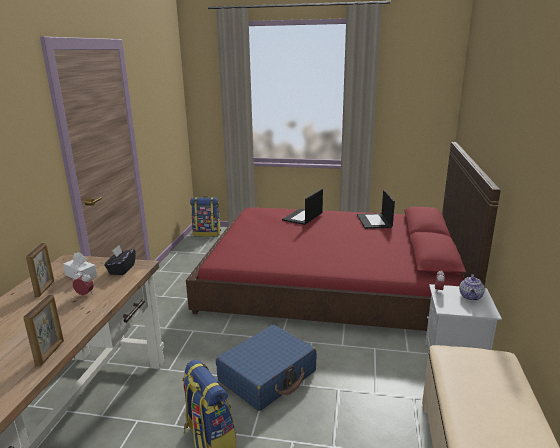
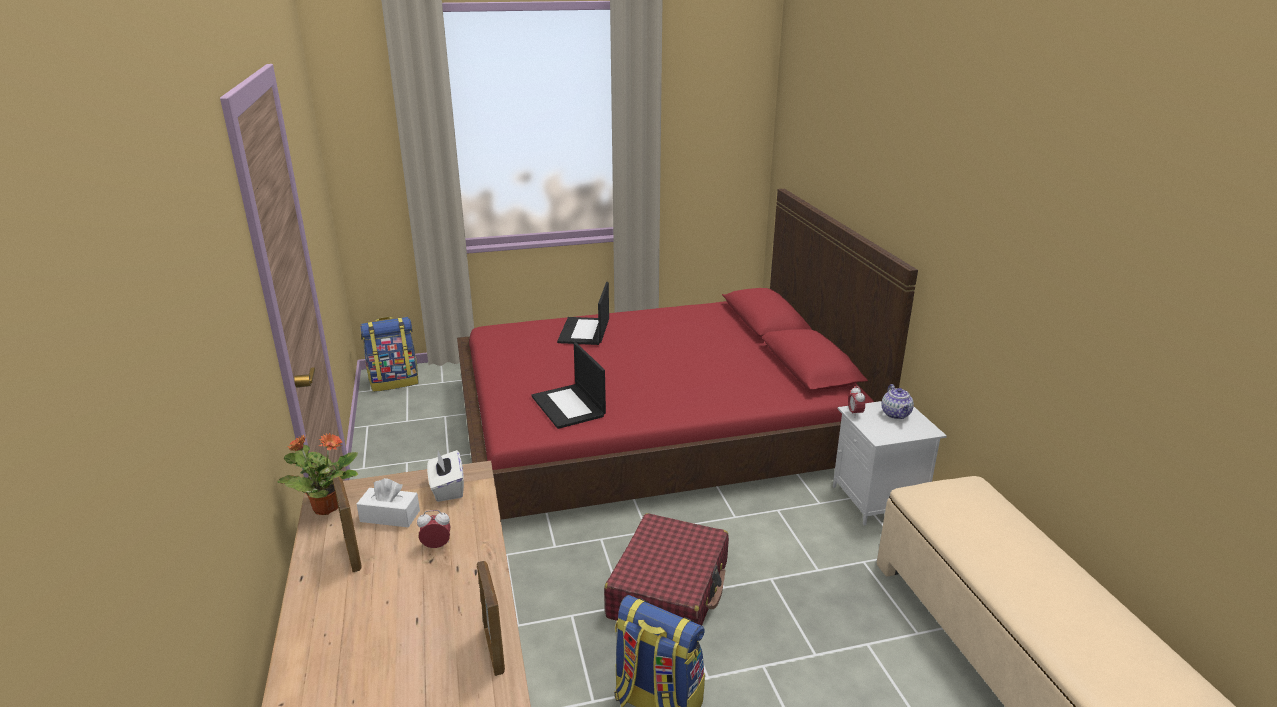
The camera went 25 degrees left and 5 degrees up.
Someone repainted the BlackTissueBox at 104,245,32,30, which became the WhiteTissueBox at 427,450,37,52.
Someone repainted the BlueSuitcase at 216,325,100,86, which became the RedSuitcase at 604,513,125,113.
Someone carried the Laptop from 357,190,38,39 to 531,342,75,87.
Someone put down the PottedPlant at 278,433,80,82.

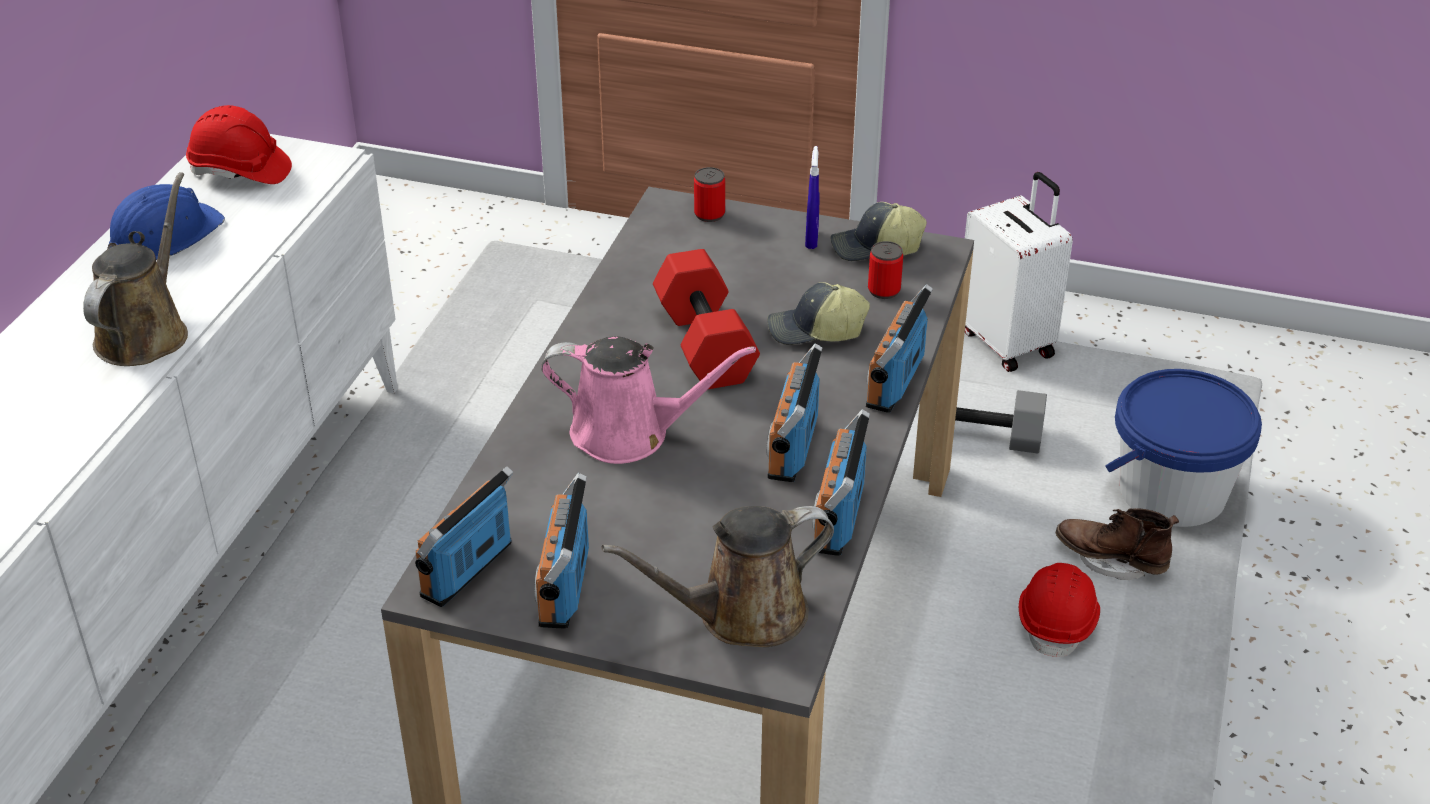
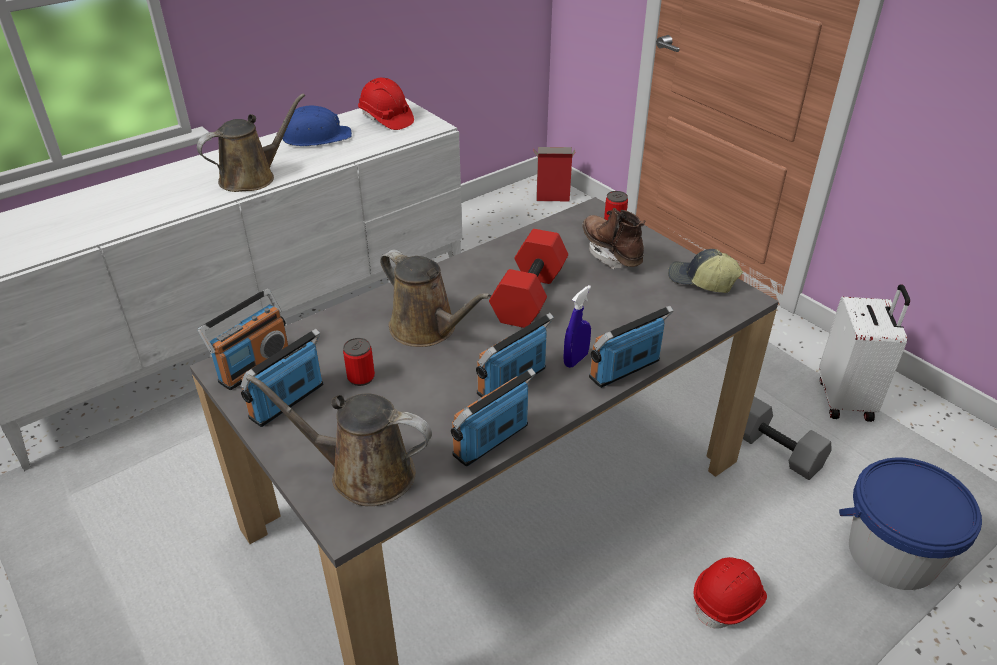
The camera went 35 degrees right and 0 degrees up.
Someone rotated the Radio at 415,466,99,141 by 150 degrees clockwise.
Someone repainted the PinkWateringCan at 541,336,215,128, which became the BrownWateringCan at 380,250,111,97.
Someone took away the Cap at 767,282,103,63.
Someone carried the BlueSprayBottle from 805,146,15,103 to 563,285,28,83.
Someone carried the Can from 868,241,35,58 to 343,338,32,48.
Someone carried the BrownBoot from 1056,508,123,72 to 582,208,63,61.
Someone put down the CardboardBox at 534,147,41,54.

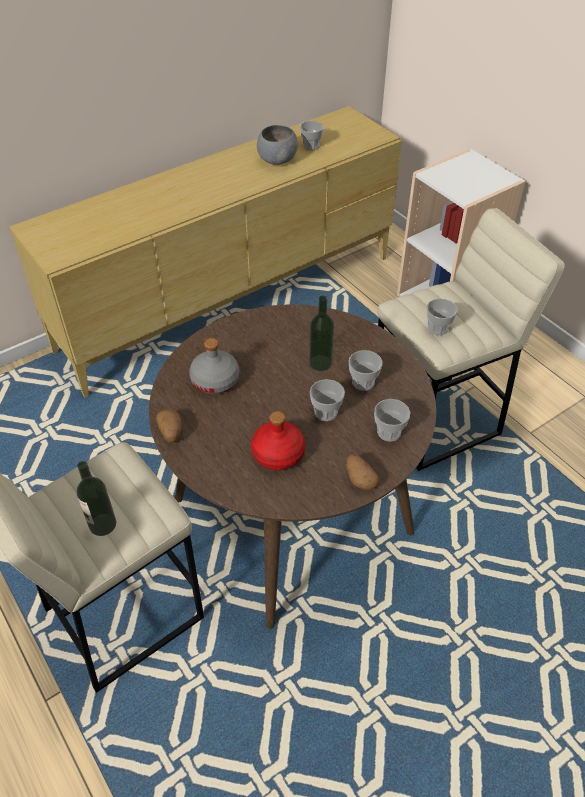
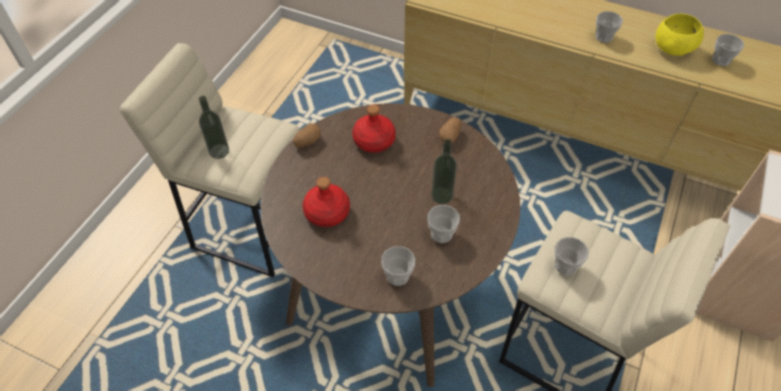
The camera went 60 degrees right and 5 degrees up.
Someone repainted the GreyBottle at 189,338,50,56, which became the RedBottle at 352,105,44,48.
Someone repainted the GreyBowl at 257,125,41,40, which became the YellowBowl at 655,14,49,42.
Someone carried the Cup from 310,379,35,42 to 595,11,28,32.
Someone carried the Potato from 346,454,34,36 to 439,117,23,27.

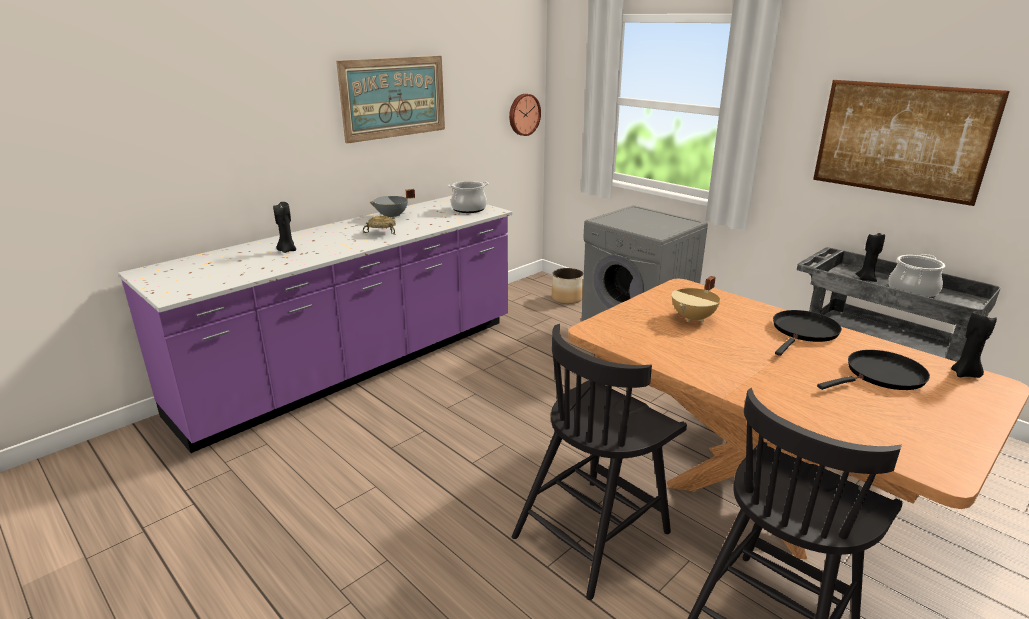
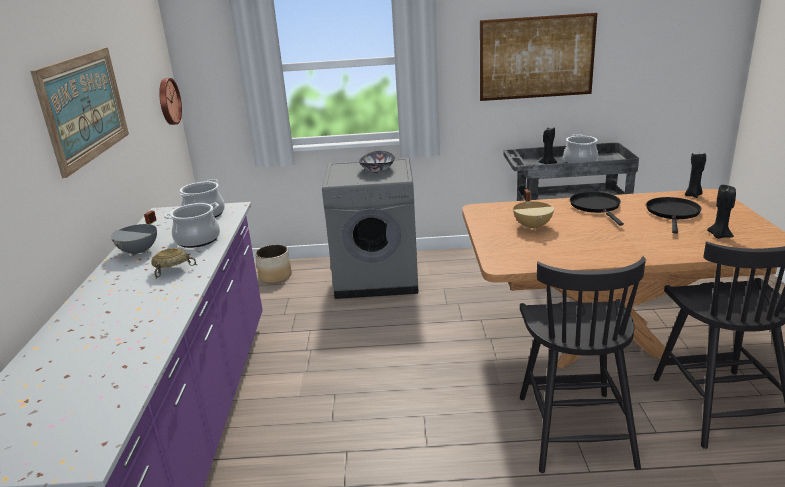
The camera went 45 degrees left and 0 degrees up.
Someone carried the BlackCandle from 273,202,23,51 to 707,185,29,54.
Someone put down the CookingPot at 164,202,56,46.
Someone put down the Bowl at 359,151,36,22.

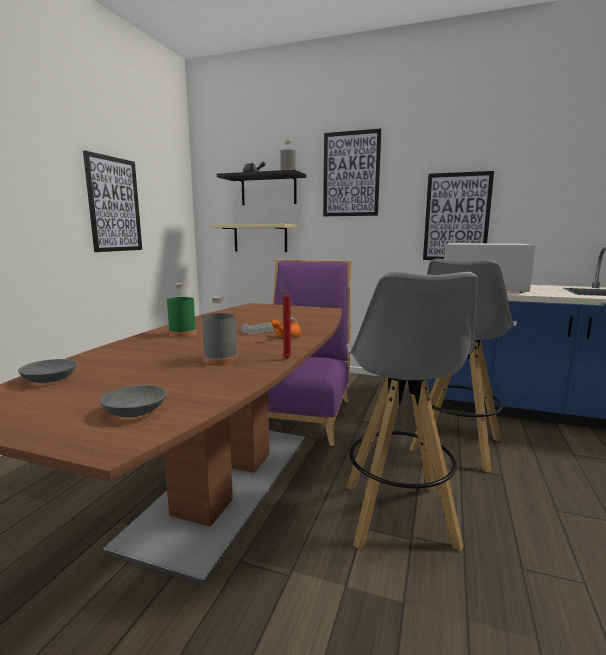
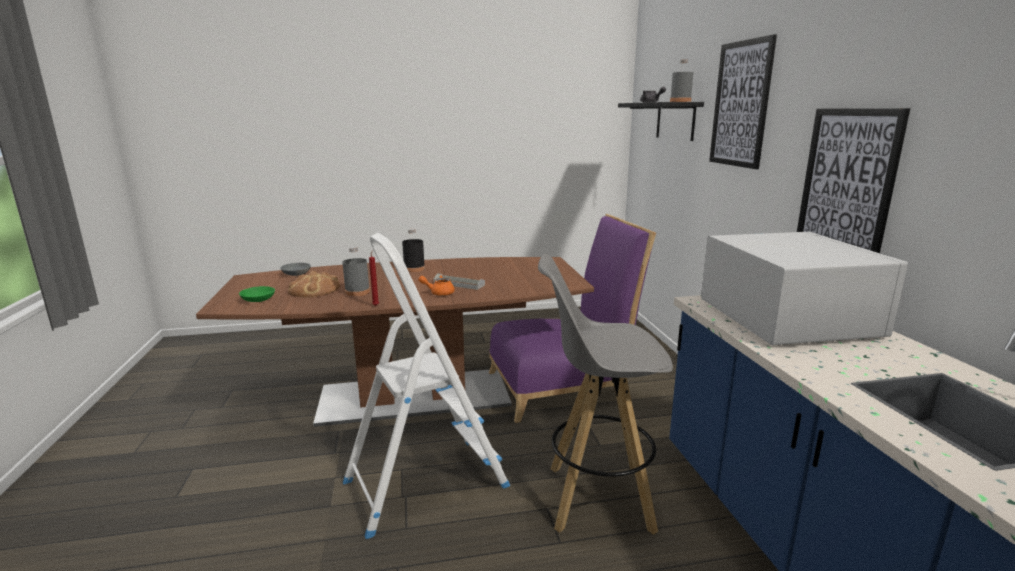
The camera went 60 degrees right and 5 degrees up.
Someone took away the Picture at 83,151,59,101.
Someone repainted the GreyBowl at 100,385,66,32, which became the GreenBowl at 239,286,36,16.
Someone repainted the GreenBottle at 167,283,29,54, which became the BlackBottle at 402,229,23,43.
Someone took away the BeigeShelf at 210,224,87,28.
Someone swapped the GreyStool at 346,272,133,279 for the WhiteStepLadder at 343,233,167,306.
Someone put down the Bread at 288,271,52,27.

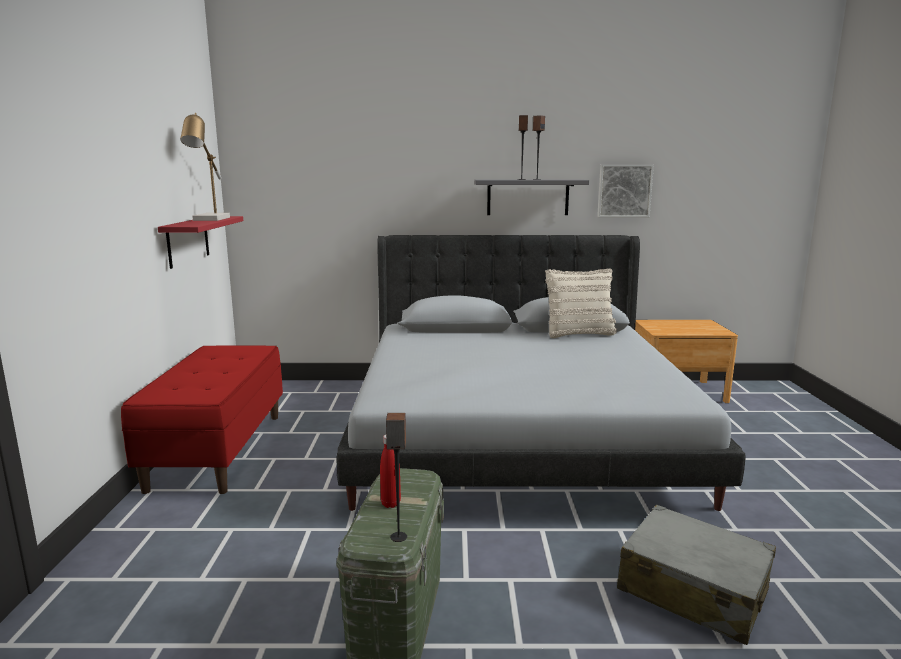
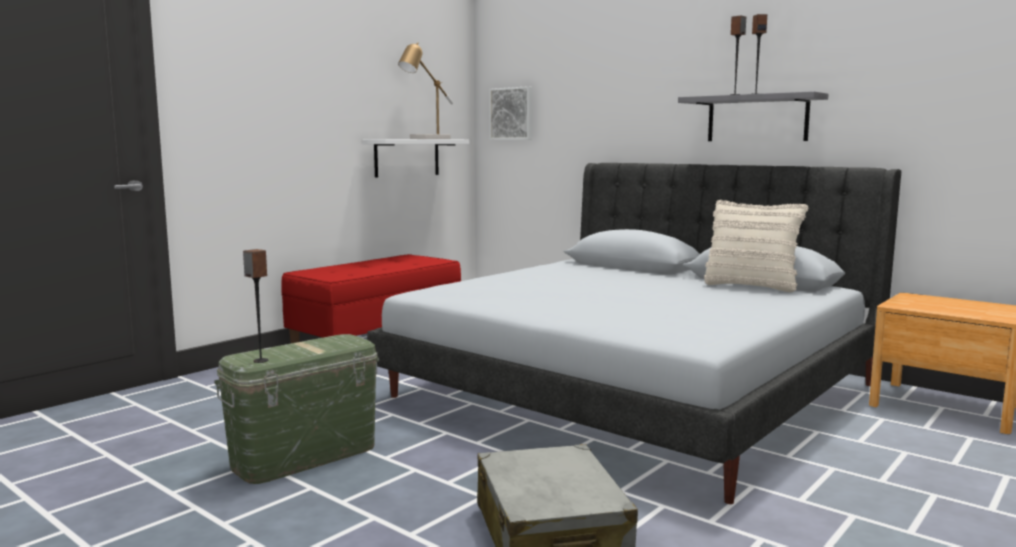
The camera went 40 degrees right and 5 degrees down.
Someone repainted the RedShelf at 158,216,85,53, which became the WhiteShelf at 363,139,106,39.
Someone took away the RedBottle at 380,435,21,73.
Someone carried the Picture from 597,165,57,52 to 489,86,43,54.

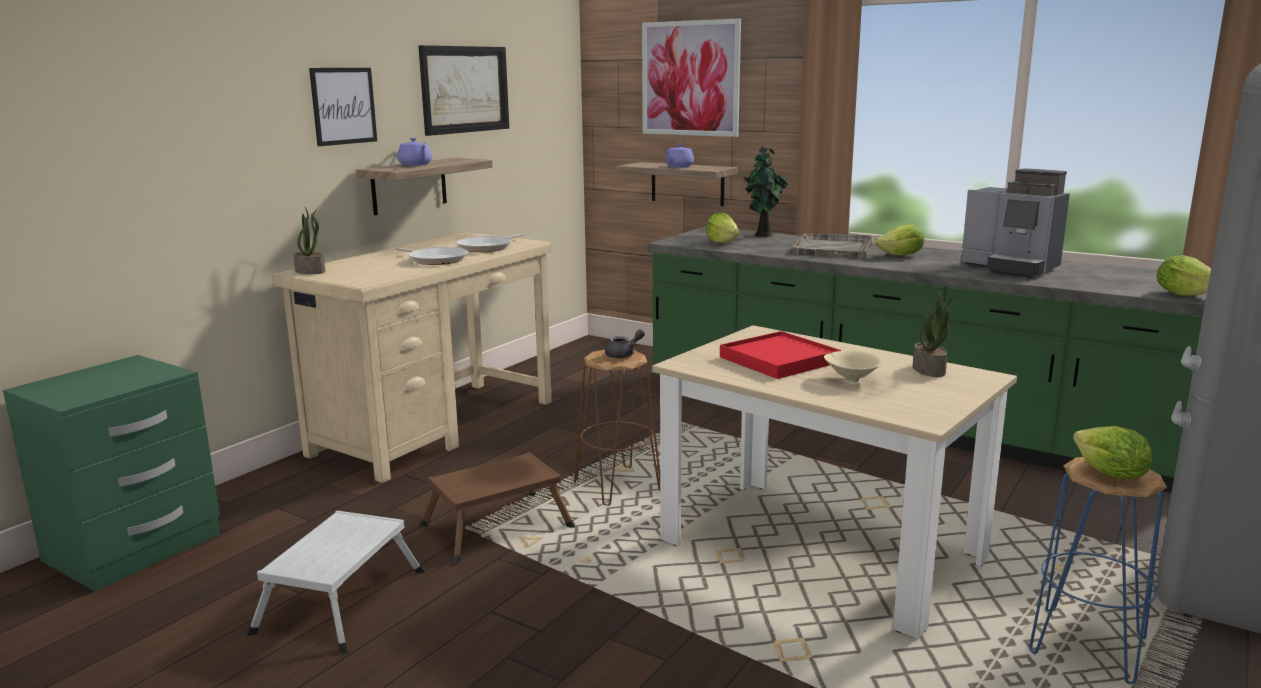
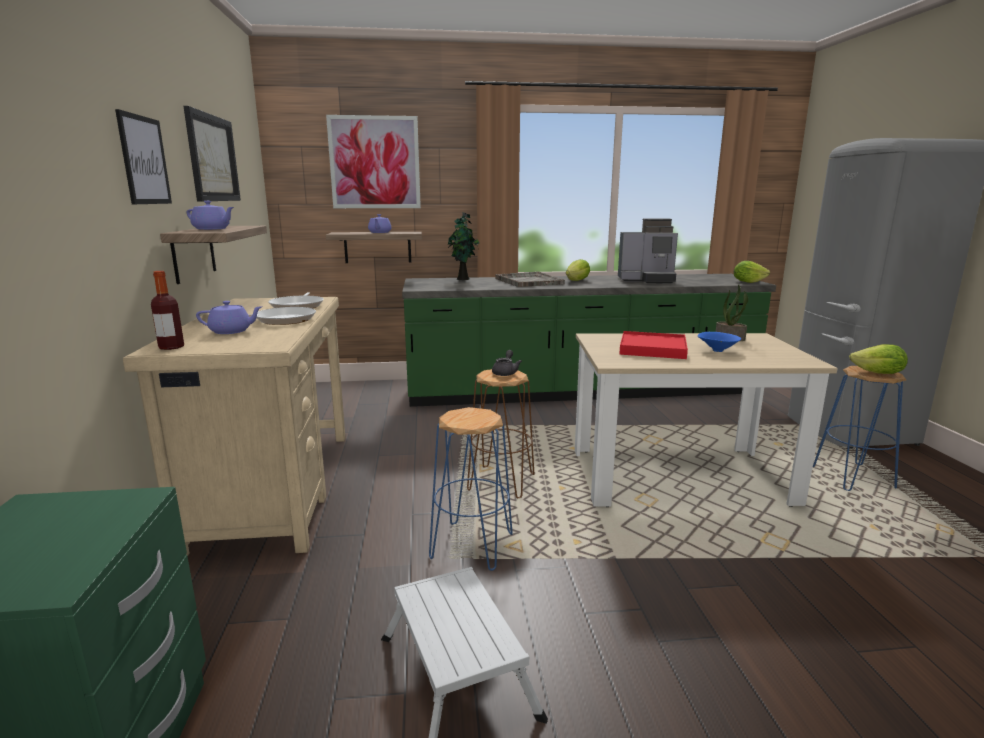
The camera went 40 degrees left and 0 degrees up.
Someone swapped the PottedPlant at 293,207,32,67 for the Bottle at 151,271,33,79.
Someone swapped the BrownStepLadder at 419,452,157,112 for the BlueStool at 429,407,84,164.
Someone took away the Lettuce at 706,213,33,30.
Someone repainted the BeigeBowl at 824,350,59,32, which became the BlueBowl at 697,332,44,20.
Someone put down the PurpleTeapot at 196,301,67,33.

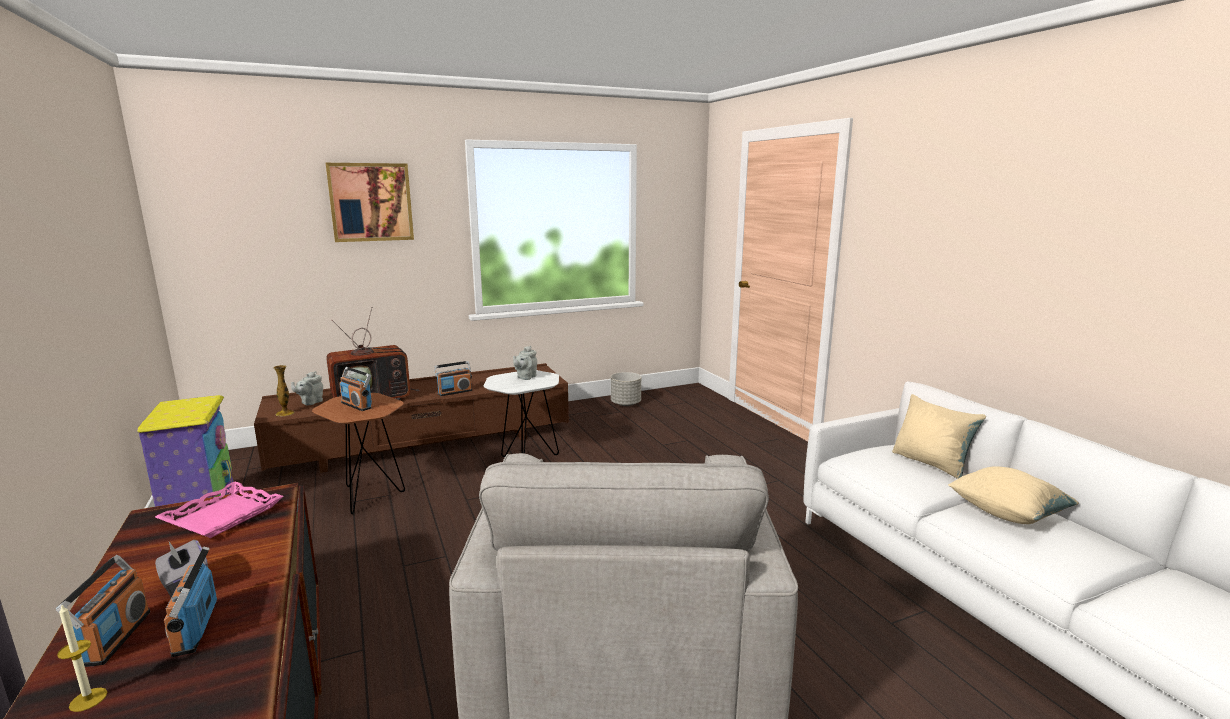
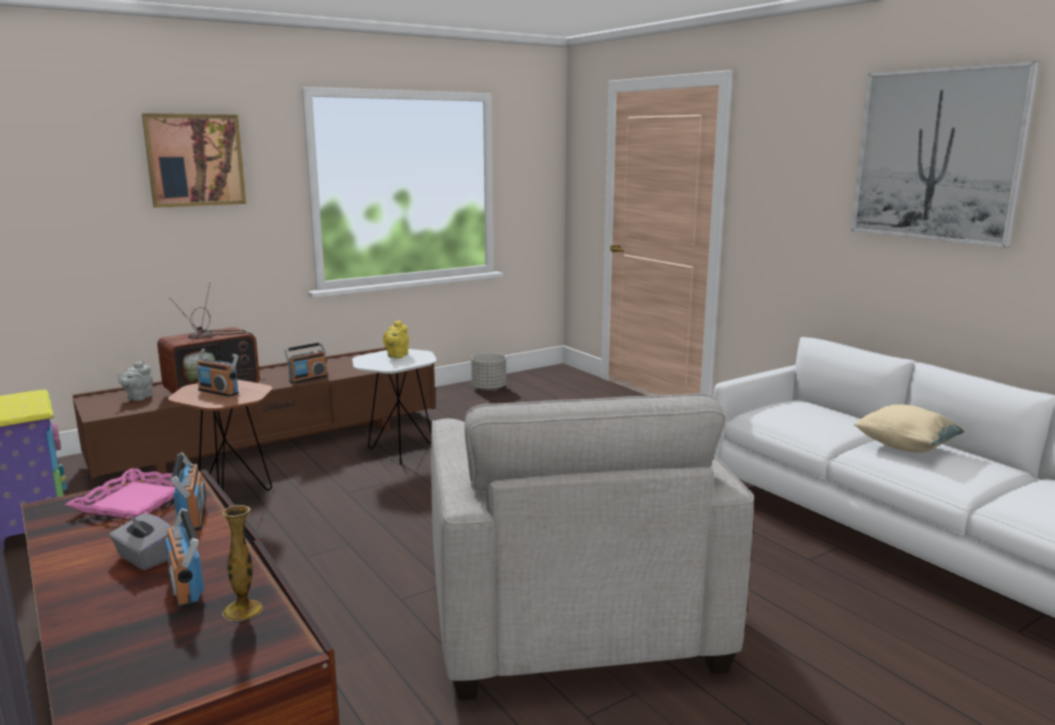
The camera went 10 degrees left and 0 degrees up.
Someone carried the Radio from 56,555,94,112 to 171,452,35,79.
Someone took away the Candle at 57,605,50,107.
Someone carried the Vase from 273,365,21,51 to 222,505,41,116.
Someone repainted the GreyTeapot at 513,346,24,34, which became the YellowTeapot at 383,320,26,39.
Someone took away the BeigePillow at 892,394,94,85.
Someone put up the Picture at 851,61,189,187.

